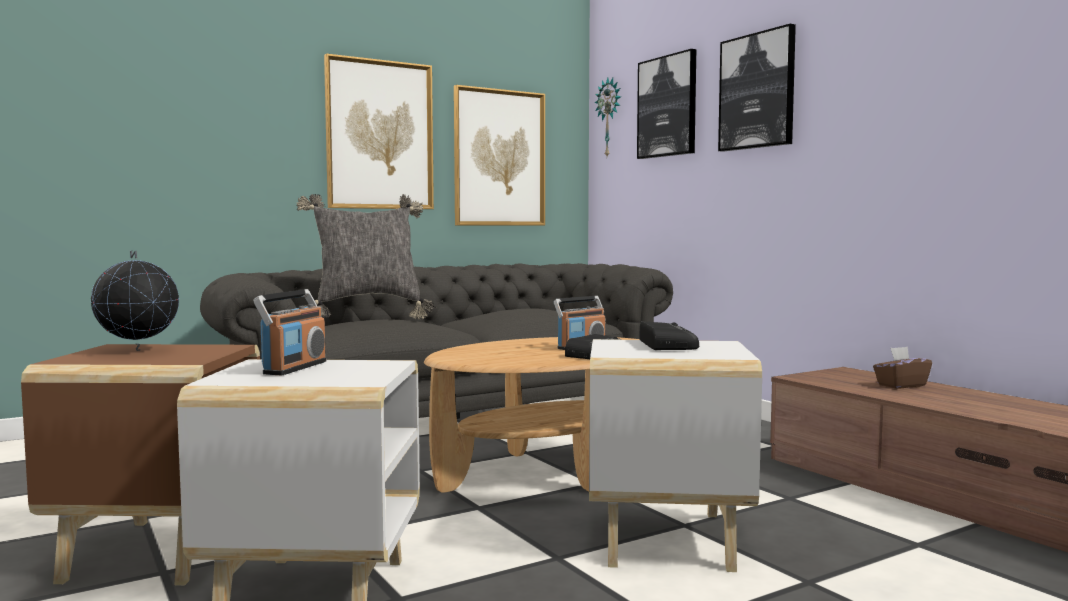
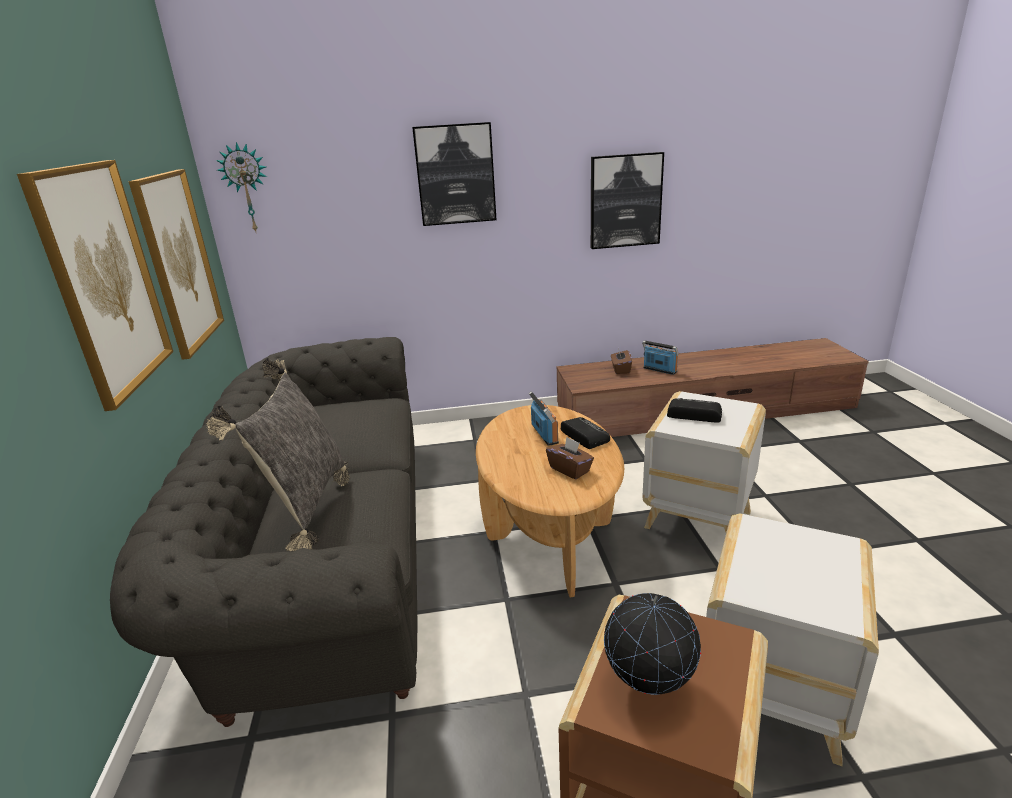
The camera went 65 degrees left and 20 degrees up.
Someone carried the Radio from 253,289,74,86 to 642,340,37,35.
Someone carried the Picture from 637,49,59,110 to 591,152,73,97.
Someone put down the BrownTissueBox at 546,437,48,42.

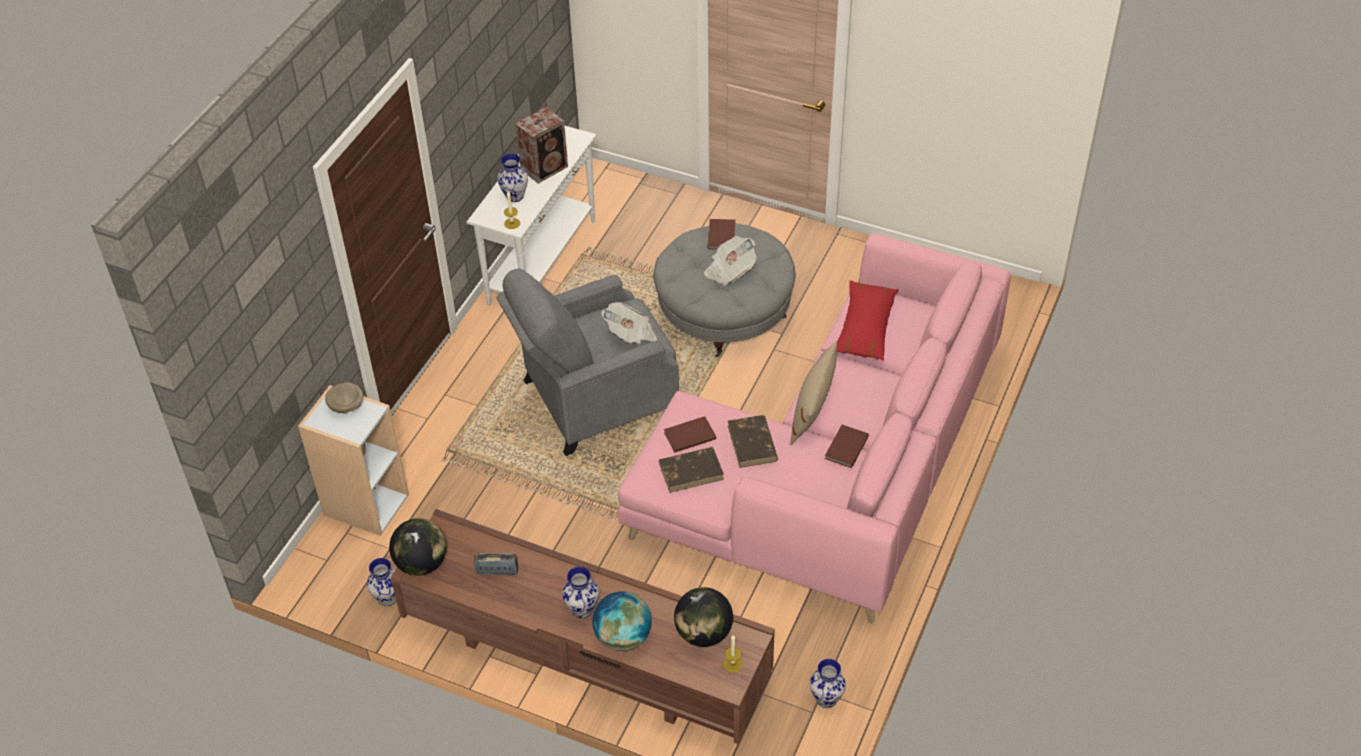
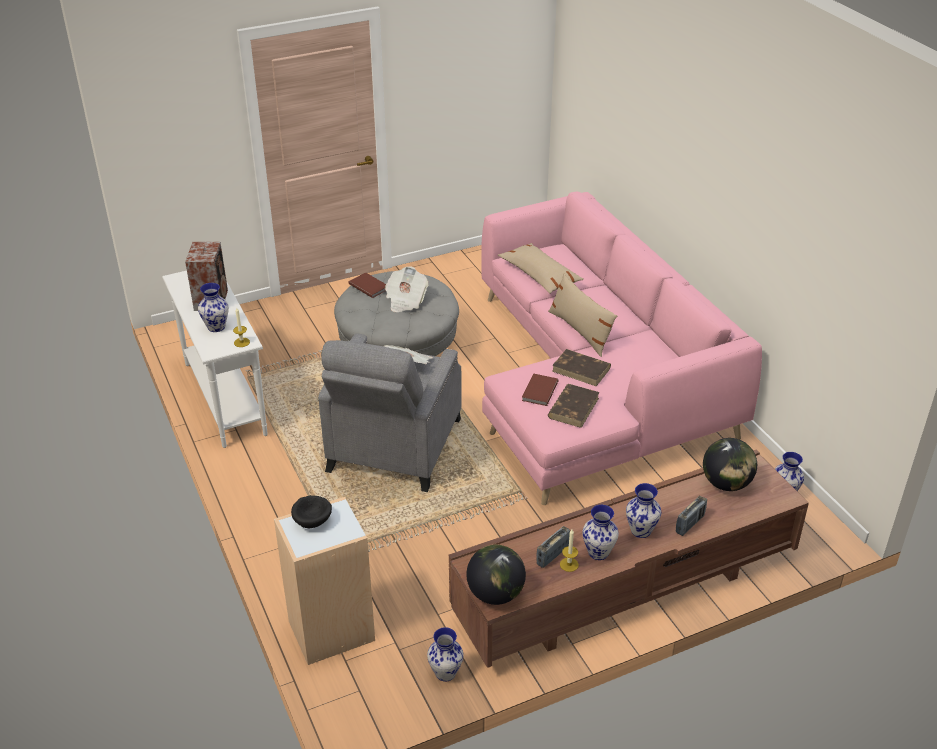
The camera went 50 degrees left and 10 degrees down.
Someone repainted the BeigeBowl at 325,382,38,31, which became the BlackBowl at 291,495,41,33.
Someone swapped the Globe at 592,591,60,60 for the Radio at 676,496,31,40.
Someone carried the Candle from 723,635,20,38 to 560,530,19,42.
Someone took away the BrownBook at 825,425,44,43.
Someone repainted the RedPillow at 837,280,62,81, which became the BeigePillow at 498,243,86,50.
Someone put down the Vase at 582,505,37,55.

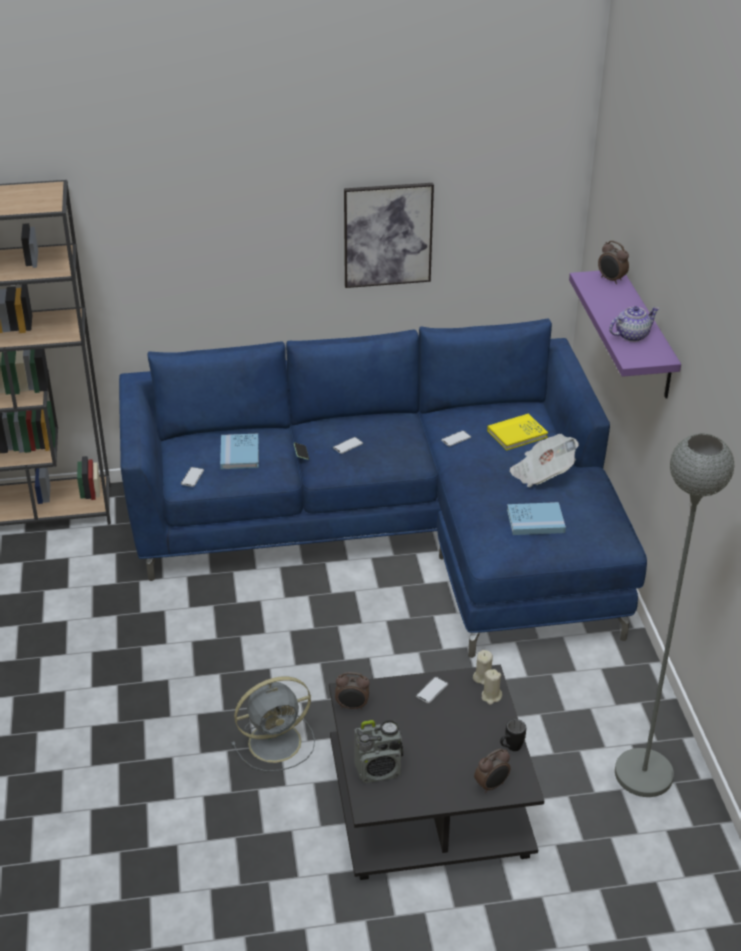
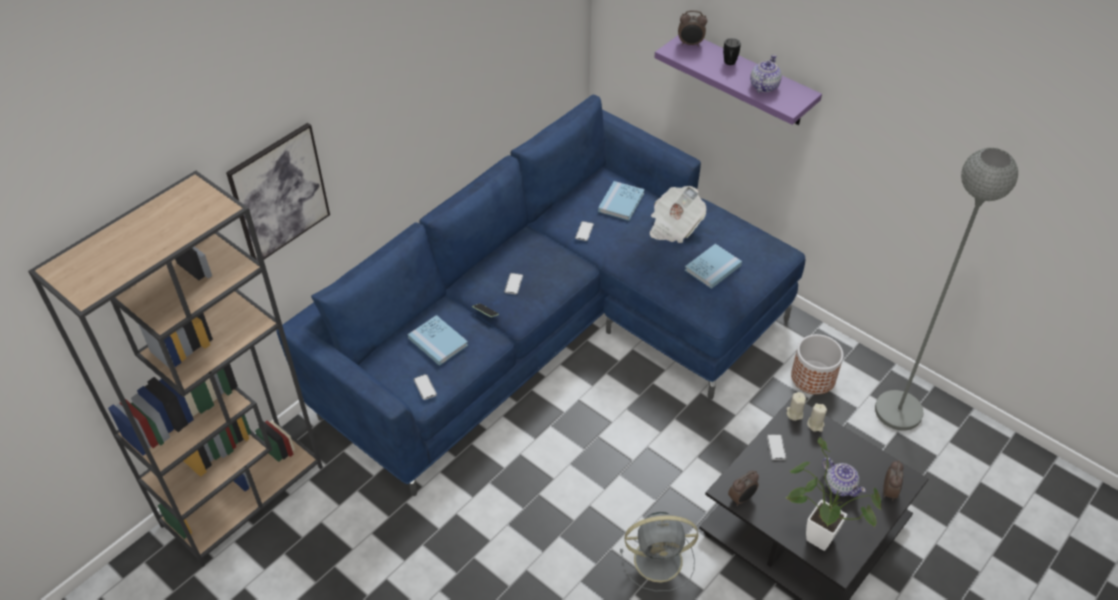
The camera went 40 degrees left and 10 degrees up.
Someone rotated the GreyFan at 231,676,84,96 by 60 degrees clockwise.
Someone carried the Picture from 344,183,90,105 to 226,123,104,138.
Someone swapped the Radio at 354,719,49,64 for the PottedPlant at 786,437,95,114.
Someone repainted the YellowBook at 487,413,61,38, which became the BlueBook at 598,181,47,40.
Someone carried the BlackMug from 500,719,26,32 to 723,38,18,27.
Someone put down the Planter at 791,334,53,60.
Someone put down the Teapot at 822,458,44,39.

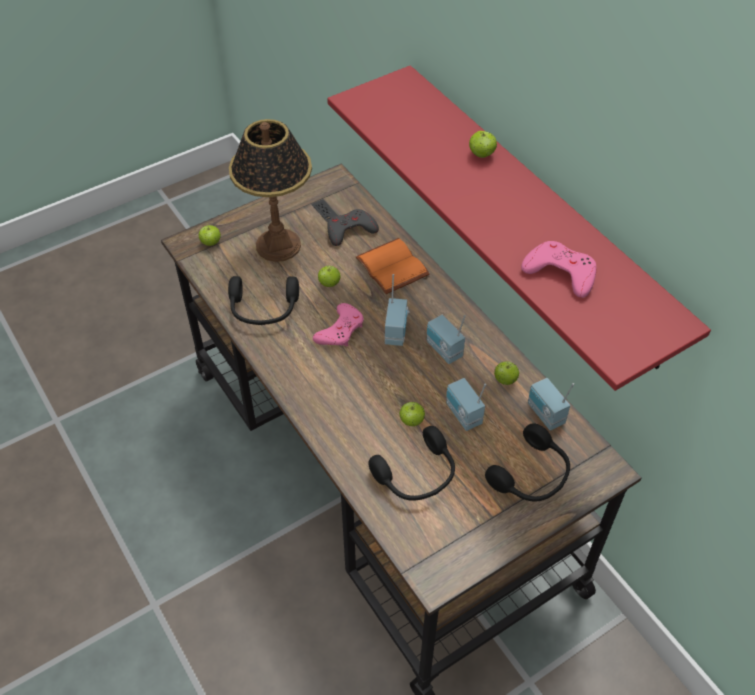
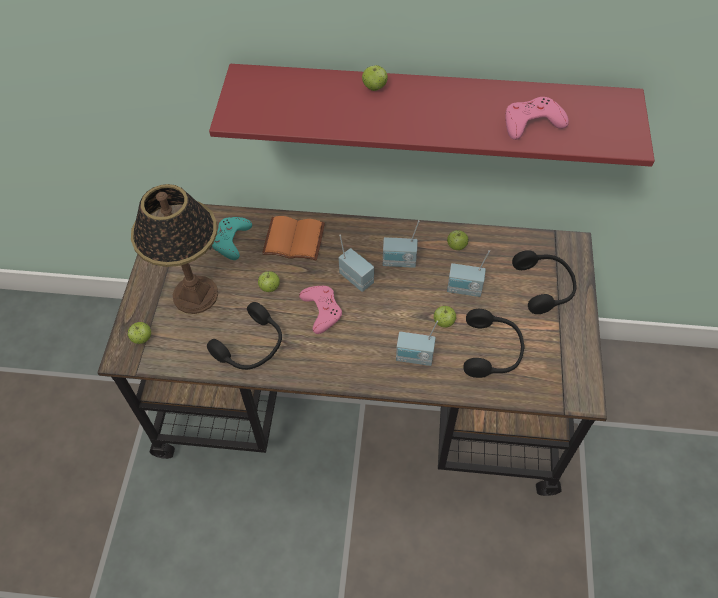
The camera went 50 degrees left and 5 degrees up.
Someone repainted the GreyGameController at 327,209,52,37, which became the TurquoiseGameController at 212,217,40,43.
Someone carried the Radio from 528,378,46,53 to 396,320,42,46.

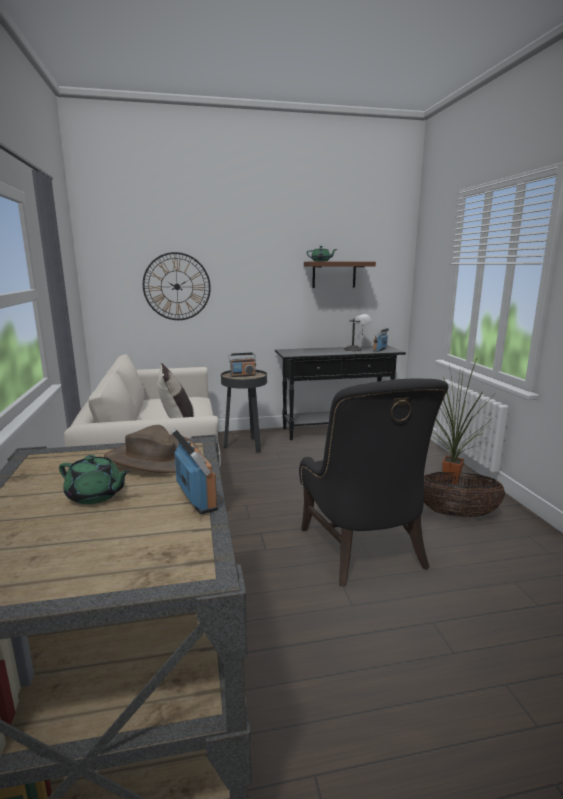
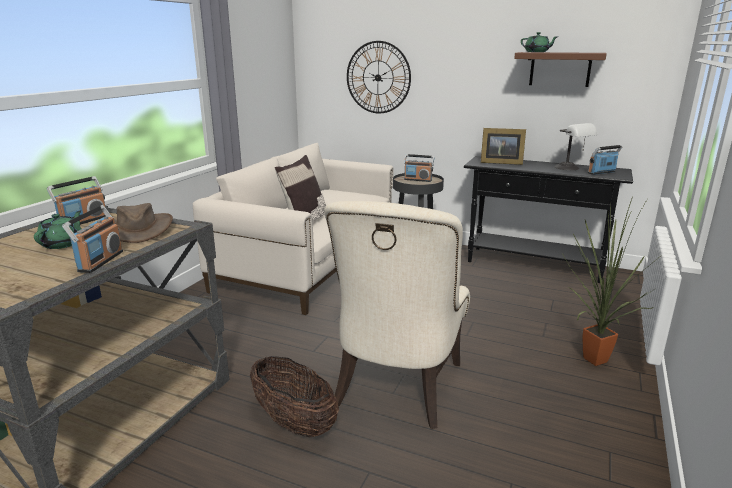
The camera went 35 degrees right and 5 degrees up.
Someone rotated the GreenTeapot at 59,455,72,49 by 135 degrees counterclockwise.
Someone repainted the BlackArmchair at 299,379,150,207, which became the BeigeArmchair at 324,201,146,228.
Someone carried the Basket from 424,472,81,45 to 250,356,89,82.
Someone put down the Radio at 47,176,59,49.
Someone put down the PictureFrame at 481,128,45,37.

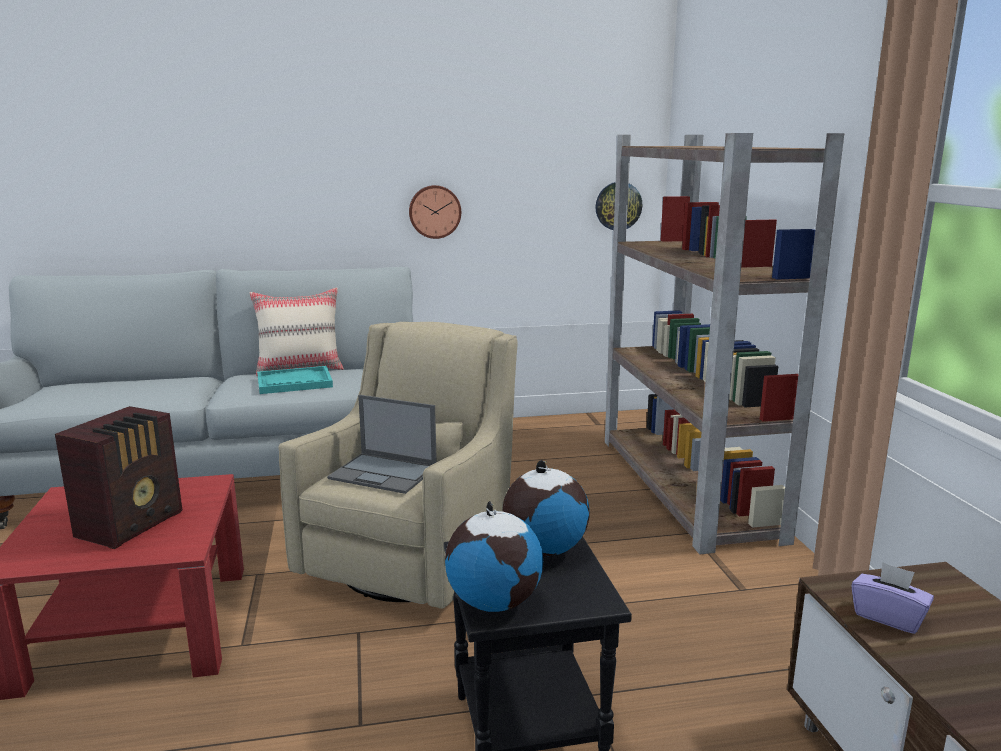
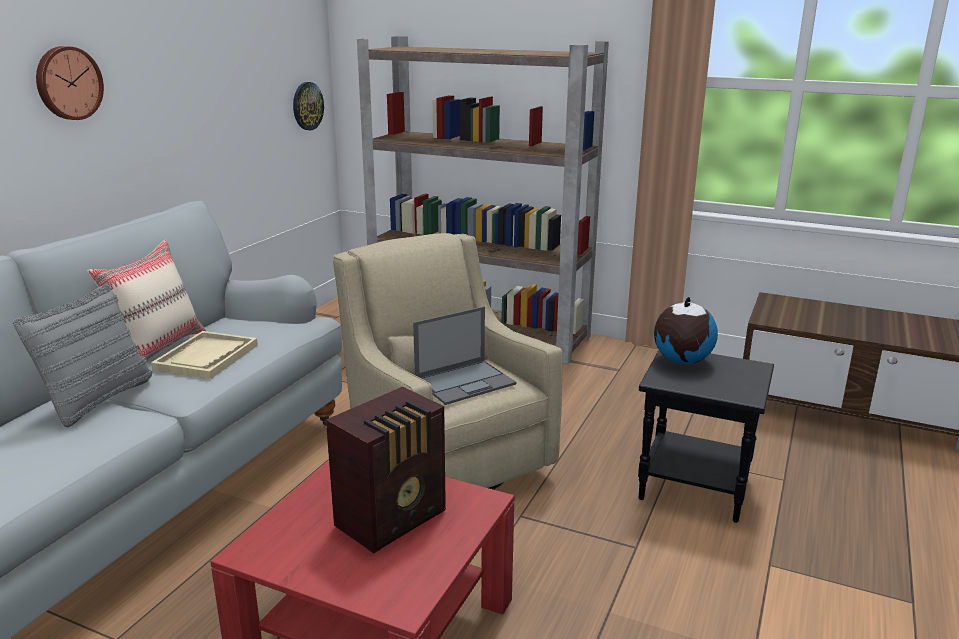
The camera went 55 degrees left and 5 degrees up.
Someone rotated the Radio at 55,406,128,143 by 75 degrees clockwise.
Someone repainted the TurquoiseTray at 257,366,76,28, which became the BeigeTray at 151,331,107,48.
Someone carried the WallClock from 409,185,52,54 to 36,46,68,74.
Someone took away the Globe at 445,501,98,111.
Someone took away the PurpleTissueBox at 851,562,83,72.
Someone put down the GreyPillow at 12,283,140,144.

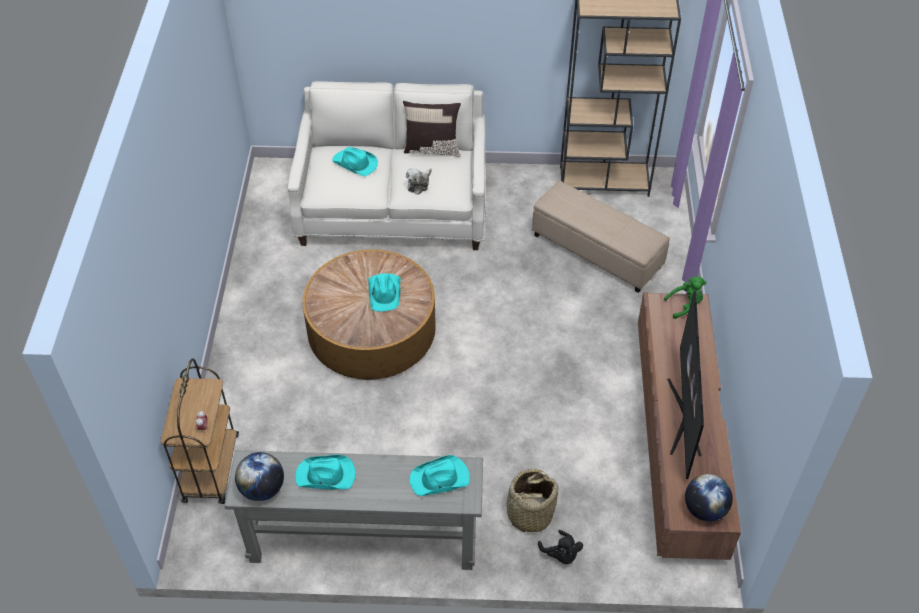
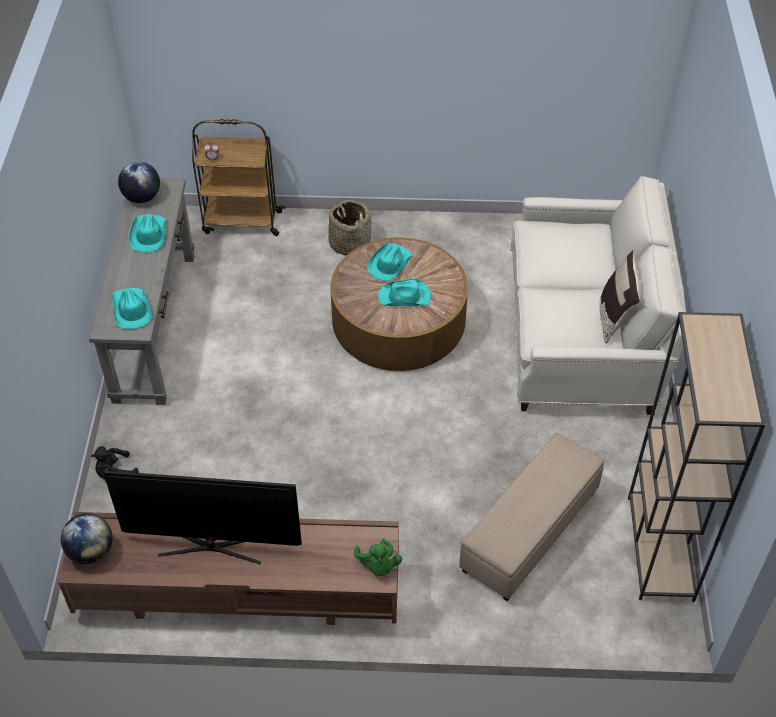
The camera went 90 degrees right and 0 degrees up.
Someone carried the TurquoiseHat from 332,147,46,29 to 367,243,46,38.
Someone took away the PlushToy at 406,168,26,27.
Someone carried the Basket from 502,468,56,64 to 328,200,44,56.

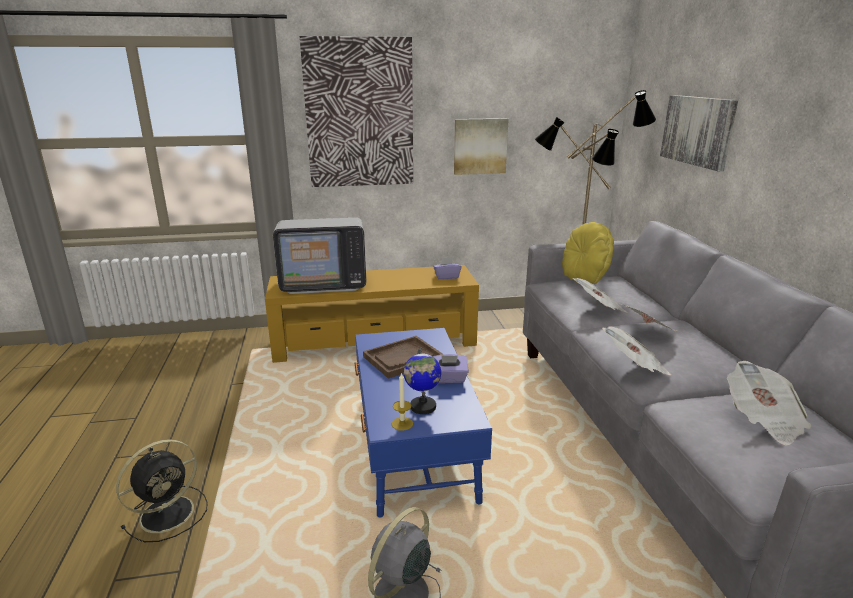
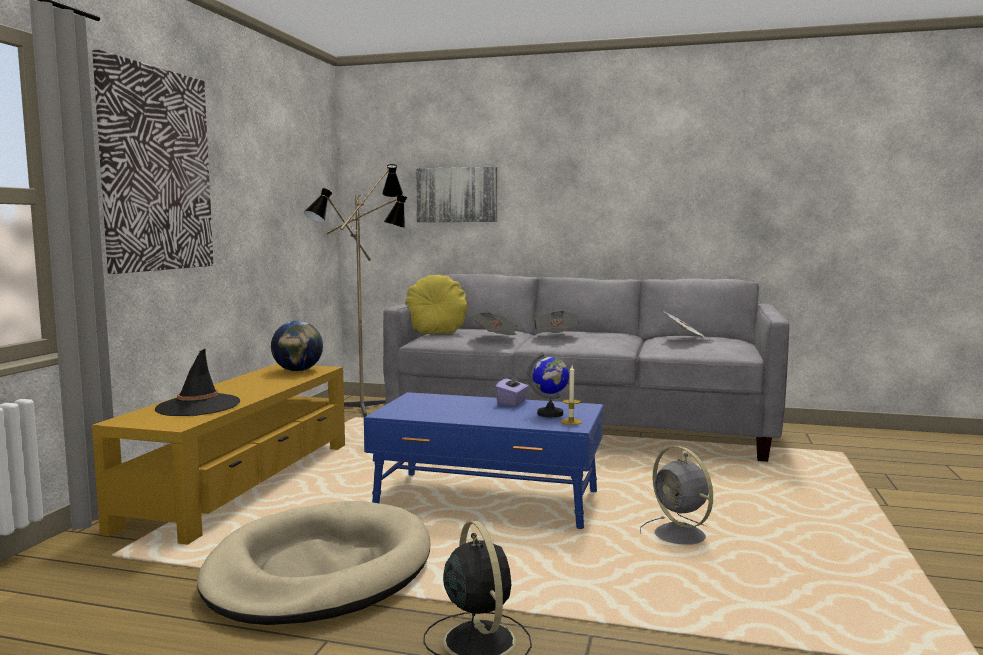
The camera went 65 degrees left and 15 degrees down.
Someone swapped the Television at 273,218,93,76 for the BlackHat at 155,348,85,68.
Someone took away the BrownTray at 363,336,81,43.
Someone swapped the PurpleTissueBox at 433,257,28,23 for the Globe at 271,321,52,50.
Someone took away the Picture at 454,118,55,57.
Someone took away the Newspaper at 602,326,69,49.
Someone put down the BeigeDogBed at 197,501,233,124.

